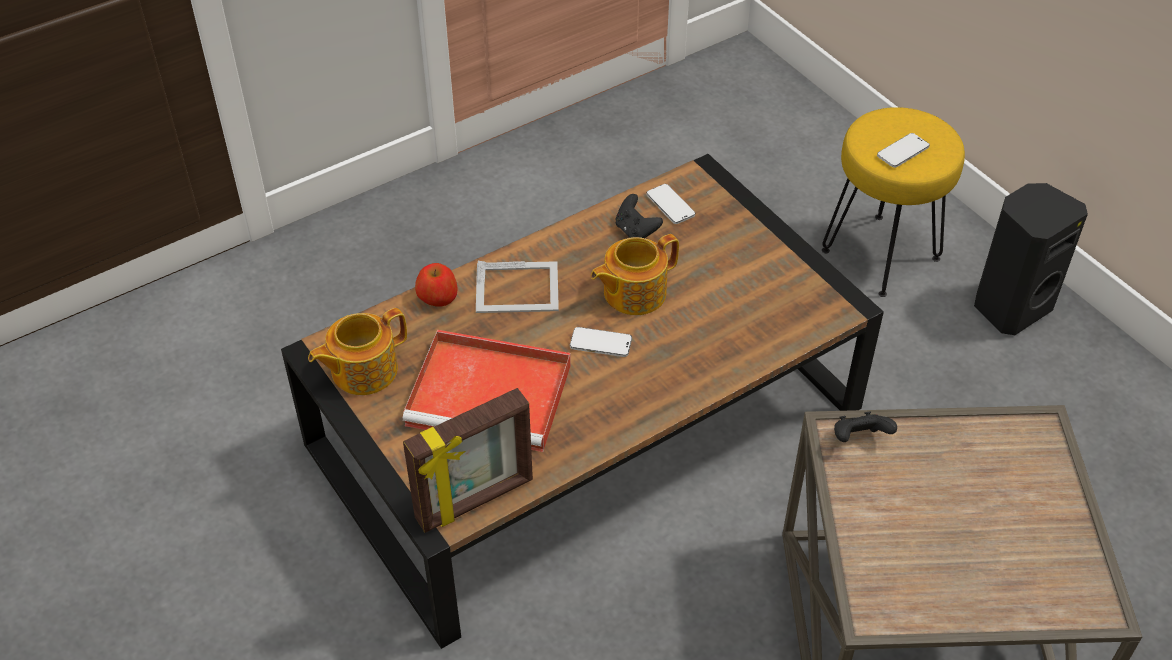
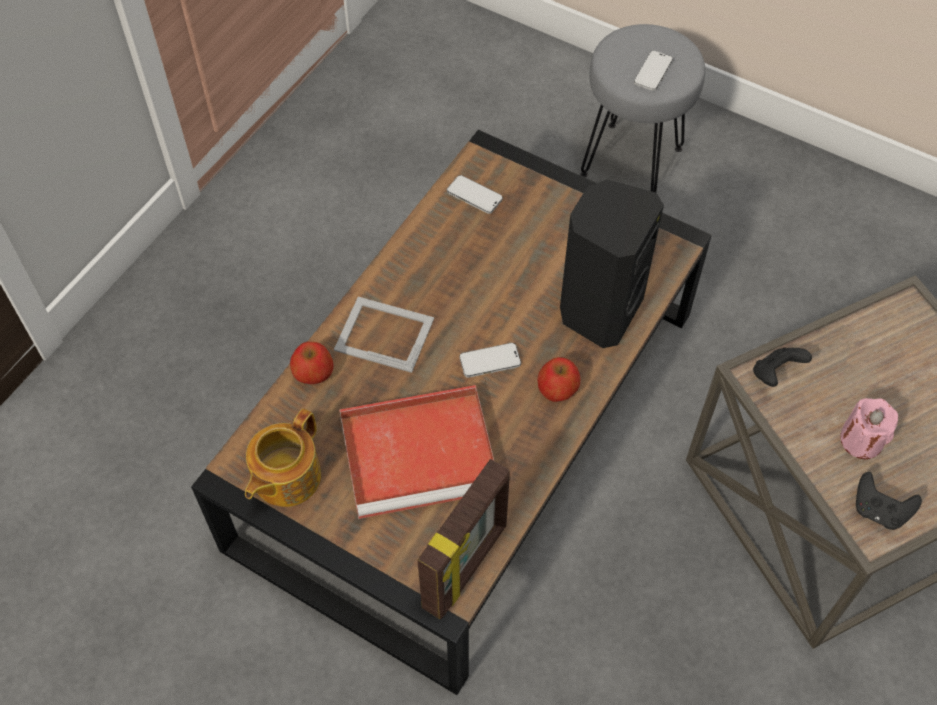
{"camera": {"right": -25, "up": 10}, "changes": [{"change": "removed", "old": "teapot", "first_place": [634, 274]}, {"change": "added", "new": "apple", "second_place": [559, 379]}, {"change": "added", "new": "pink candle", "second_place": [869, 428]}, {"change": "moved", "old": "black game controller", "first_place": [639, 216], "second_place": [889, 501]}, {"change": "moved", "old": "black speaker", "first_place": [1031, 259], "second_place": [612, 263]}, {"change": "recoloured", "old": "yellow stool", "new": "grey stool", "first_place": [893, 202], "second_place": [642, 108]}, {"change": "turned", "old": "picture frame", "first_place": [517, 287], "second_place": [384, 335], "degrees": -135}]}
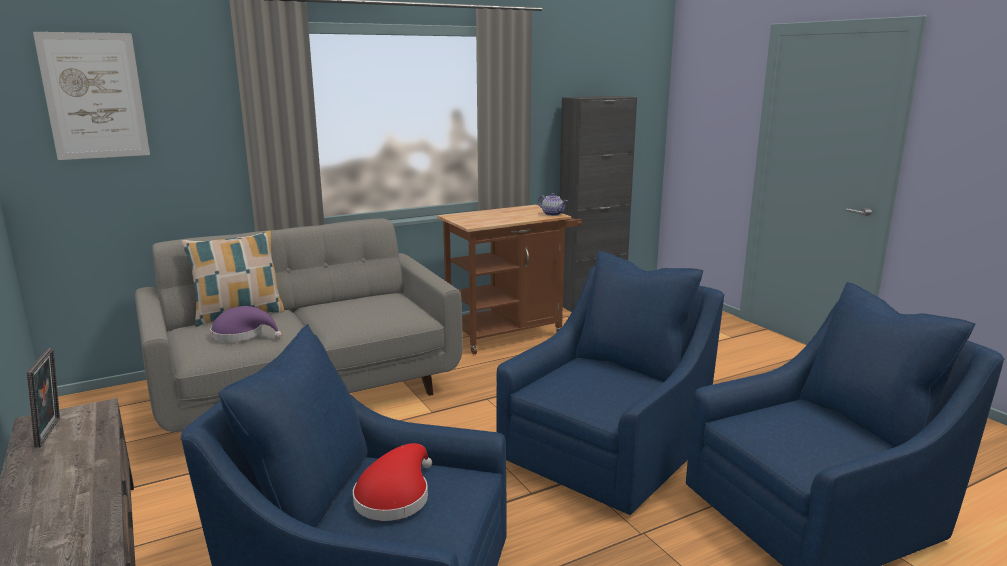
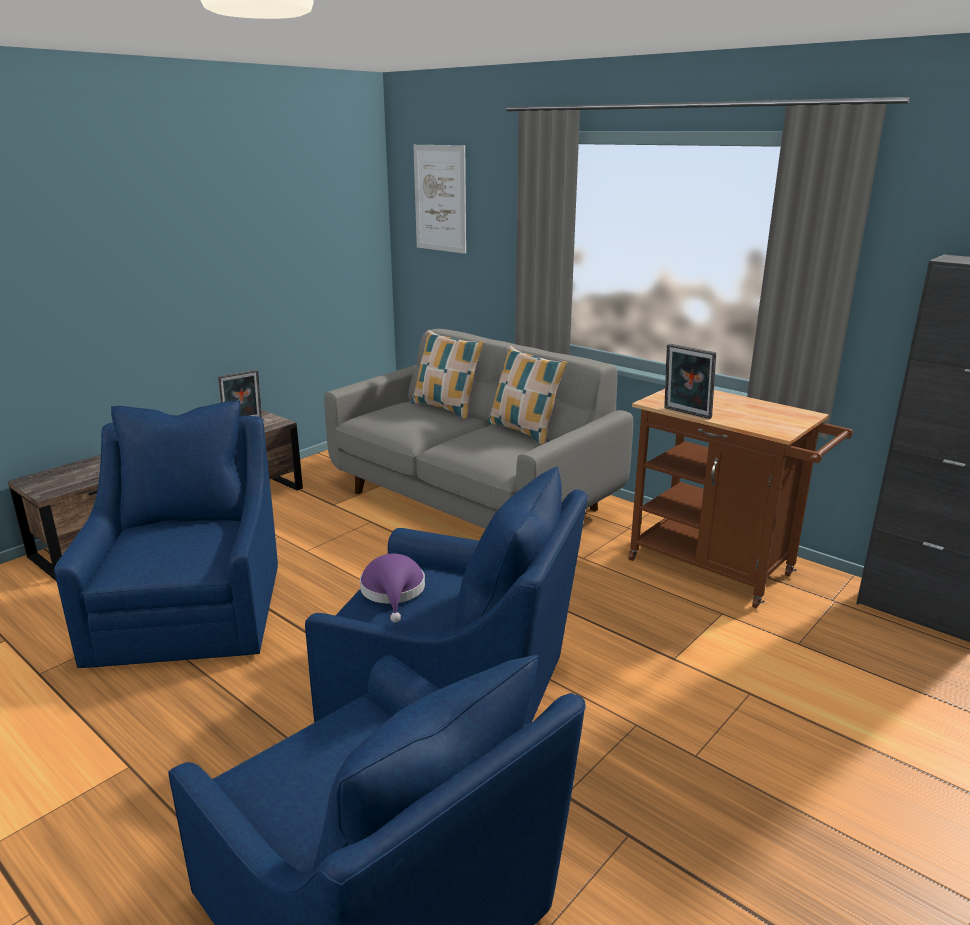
{"camera": {"right": 70, "up": 5}, "changes": [{"change": "removed", "old": "red hat", "first_place": [392, 482]}, {"change": "removed", "old": "teapot", "first_place": [553, 204]}, {"change": "added", "new": "pillow", "second_place": [527, 395]}, {"change": "added", "new": "picture frame", "second_place": [690, 381]}, {"change": "moved", "old": "purple hat", "first_place": [246, 324], "second_place": [392, 588]}]}
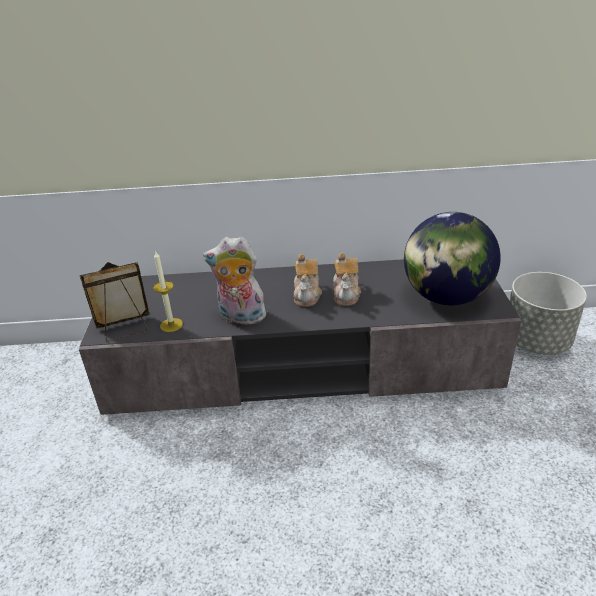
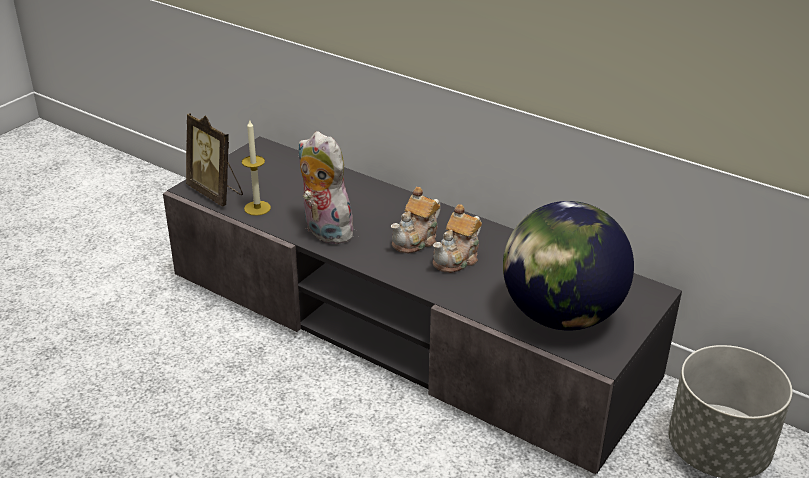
{"camera": {"right": 35, "up": 0}, "changes": [{"change": "turned", "old": "picture frame", "first_place": [115, 301], "second_place": [214, 159], "degrees": -150}]}
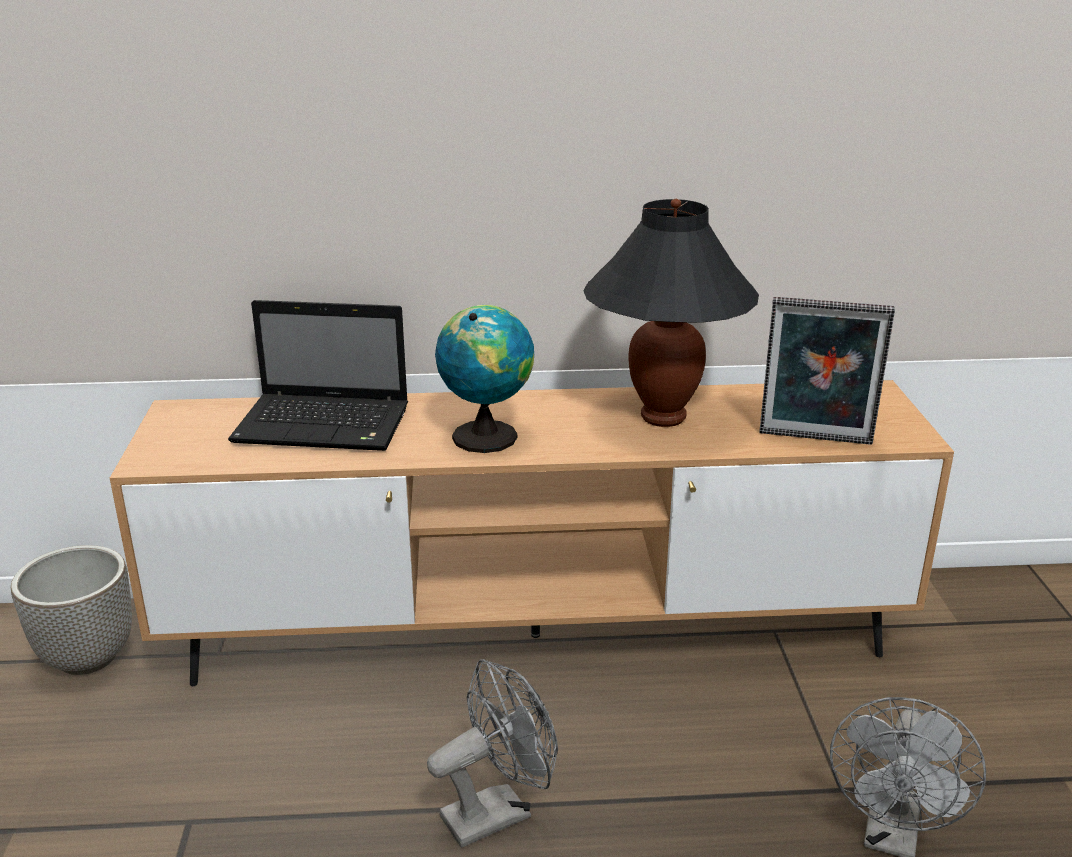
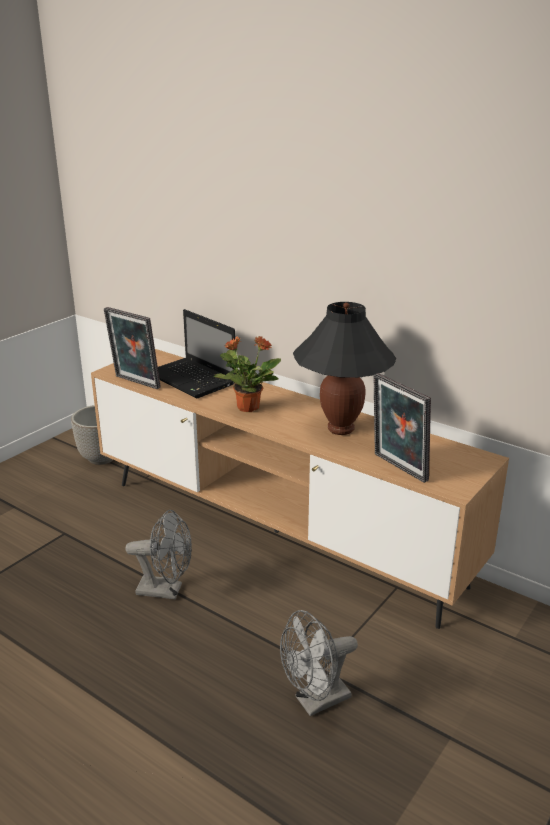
{"camera": {"right": 40, "up": 0}, "changes": [{"change": "added", "new": "picture frame", "second_place": [132, 348]}, {"change": "replaced", "old": "globe", "new": "potted plant", "first_place": [484, 379], "second_place": [247, 374]}]}
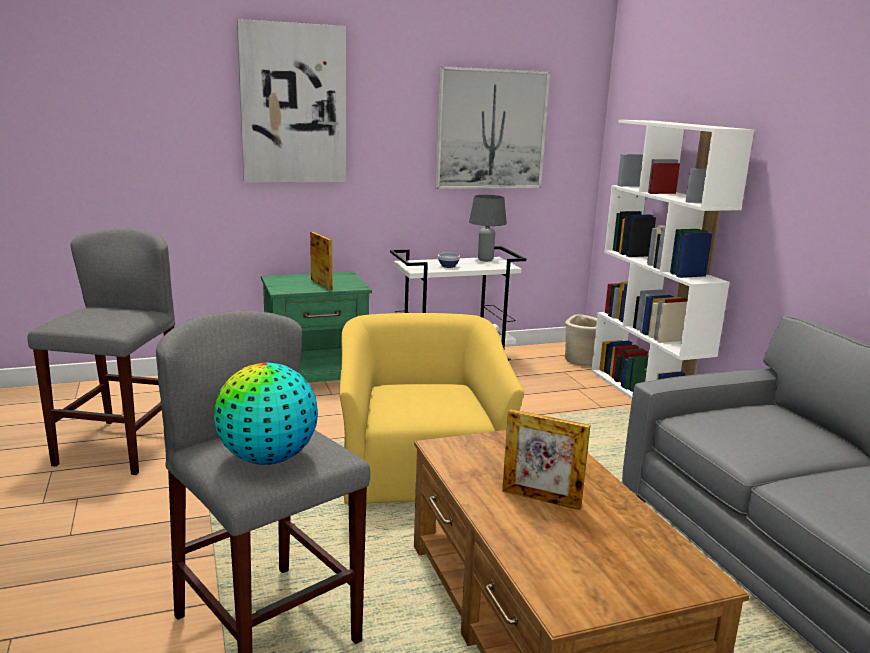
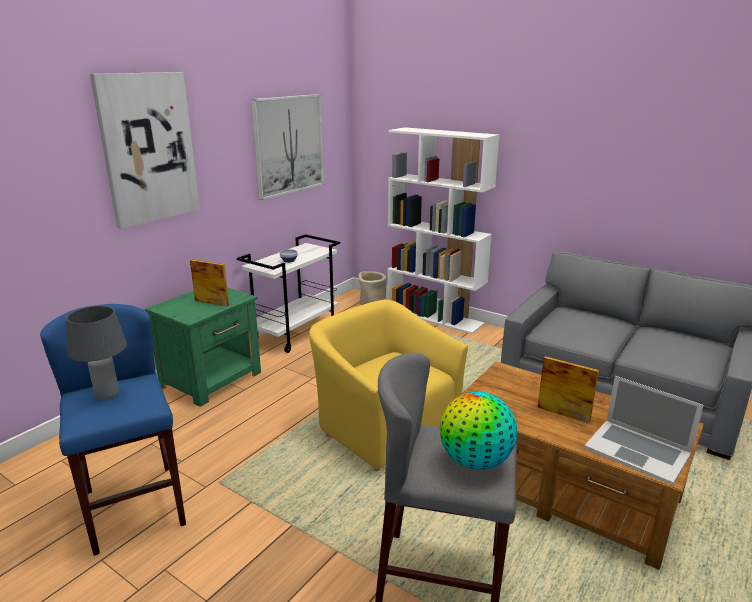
{"camera": {"right": -35, "up": 5}, "changes": [{"change": "added", "new": "laptop", "second_place": [644, 430]}, {"change": "moved", "old": "grey table lamp", "first_place": [488, 227], "second_place": [96, 353]}, {"change": "recoloured", "old": "grey stool", "new": "blue stool", "first_place": [101, 351], "second_place": [113, 430]}, {"change": "turned", "old": "picture frame", "first_place": [546, 459], "second_place": [568, 389], "degrees": -135}]}
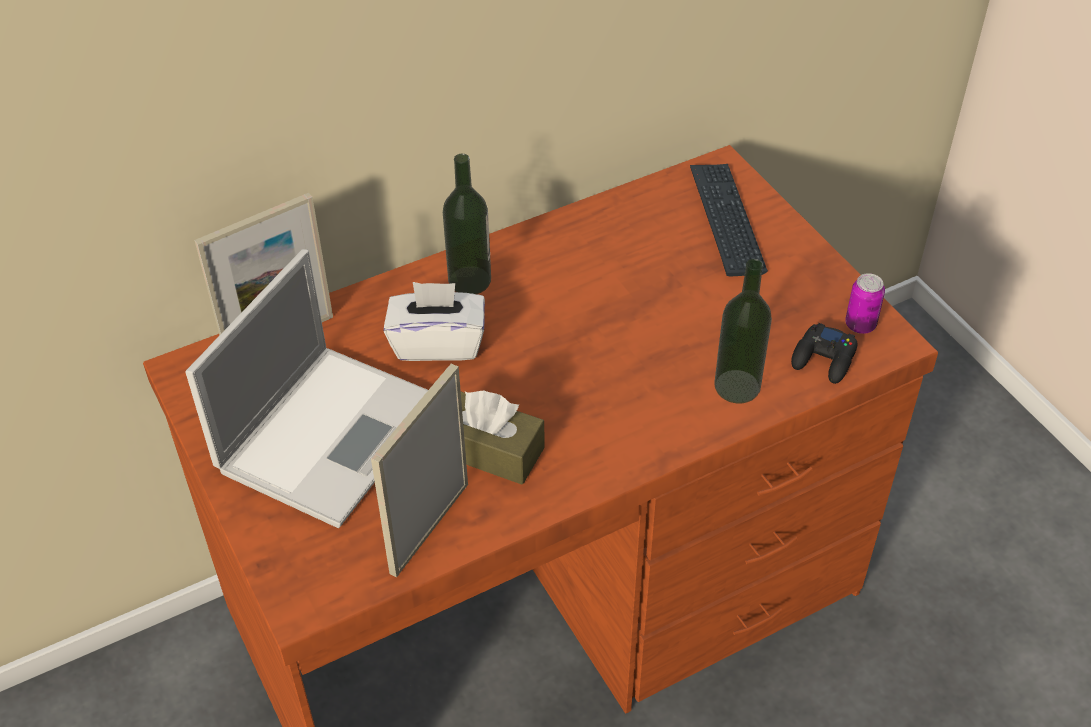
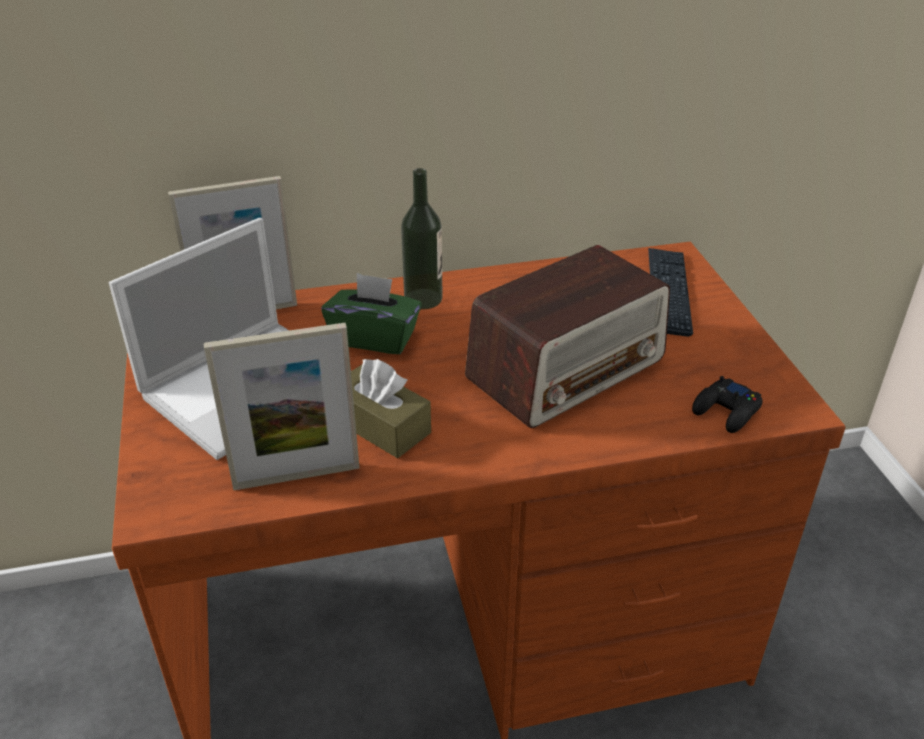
{"camera": {"right": 15, "up": -10}, "changes": [{"change": "removed", "old": "bottle", "first_place": [743, 331]}, {"change": "removed", "old": "can", "first_place": [865, 303]}, {"change": "added", "new": "radio", "second_place": [567, 336]}, {"change": "recoloured", "old": "white tissue box", "new": "green tissue box", "first_place": [434, 321], "second_place": [372, 313]}, {"change": "turned", "old": "picture frame", "first_place": [419, 471], "second_place": [282, 406], "degrees": -150}]}
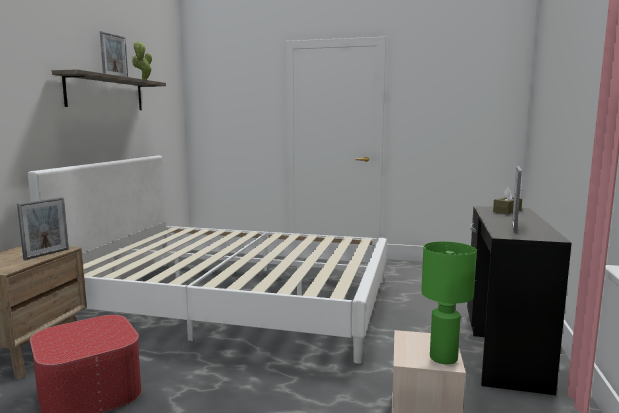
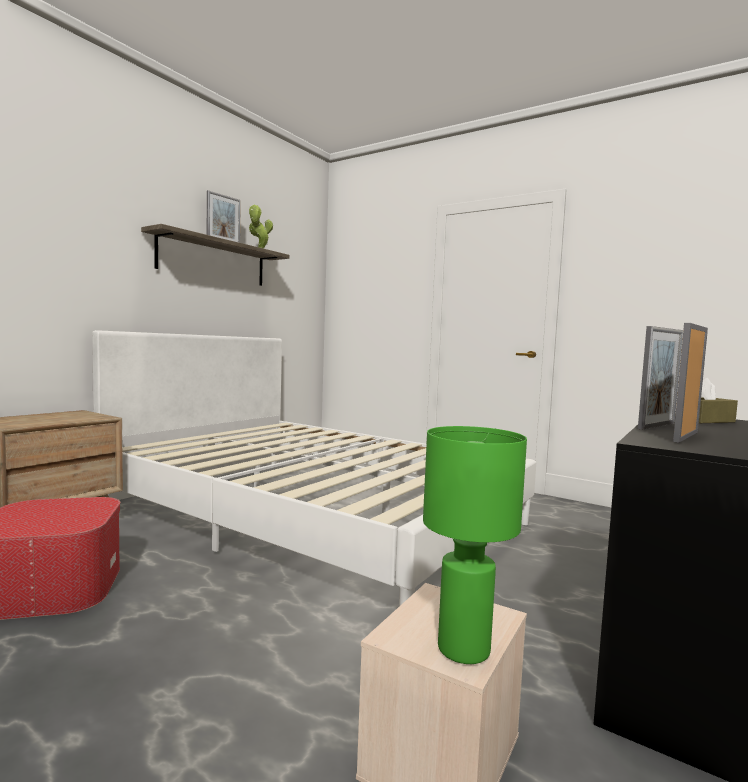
{"camera": {"right": 20, "up": -5}, "changes": [{"change": "moved", "old": "picture frame", "first_place": [43, 228], "second_place": [660, 378]}]}
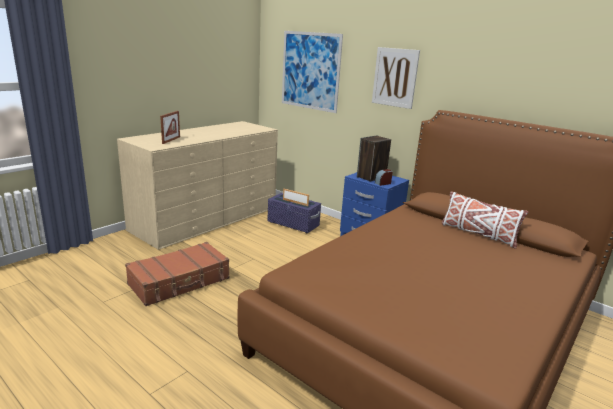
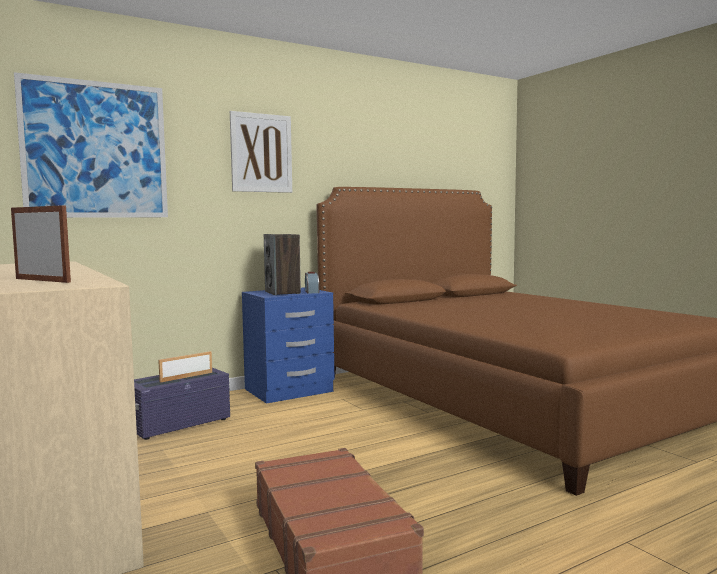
{"camera": {"right": -70, "up": -15}, "changes": [{"change": "removed", "old": "white pillow", "first_place": [485, 219]}]}
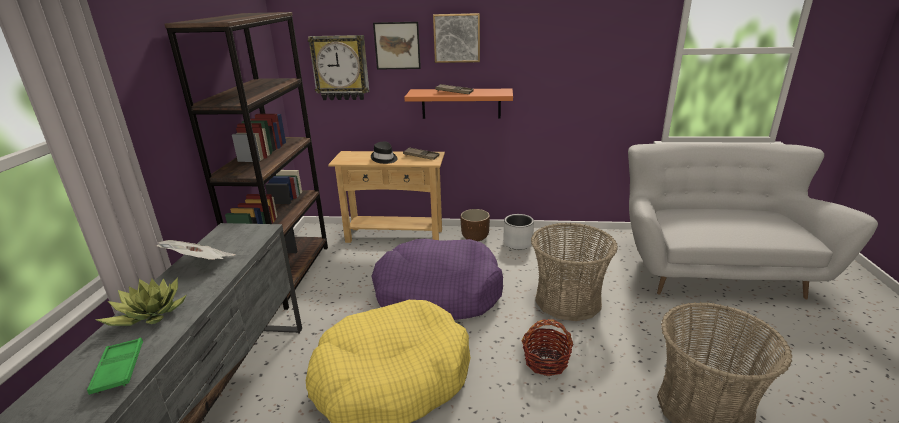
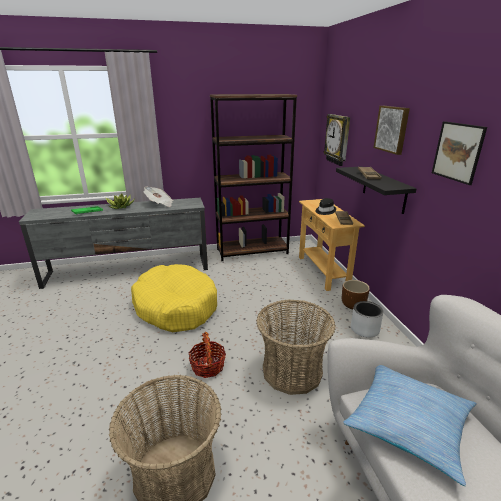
{"camera": {"right": 70, "up": 0}, "changes": [{"change": "removed", "old": "purple dog bed", "first_place": [437, 279]}, {"change": "added", "new": "pillow", "second_place": [410, 425]}, {"change": "moved", "old": "picture", "first_place": [397, 45], "second_place": [459, 153]}, {"change": "recoloured", "old": "orange shelf", "new": "black shelf", "first_place": [458, 104], "second_place": [376, 190]}]}
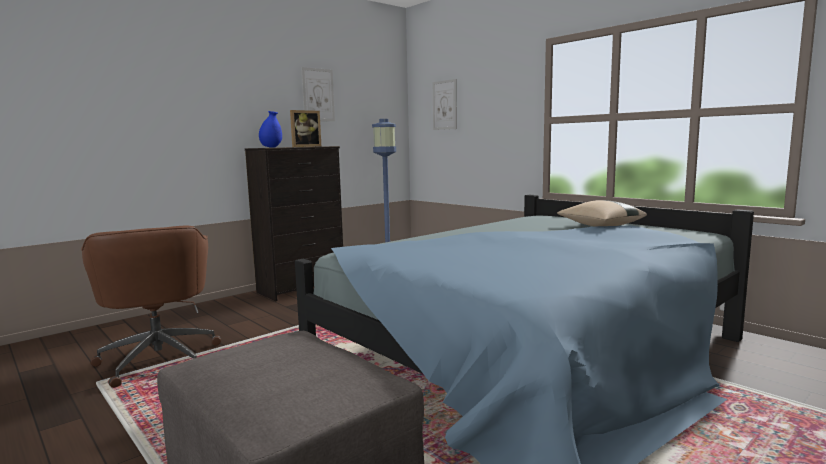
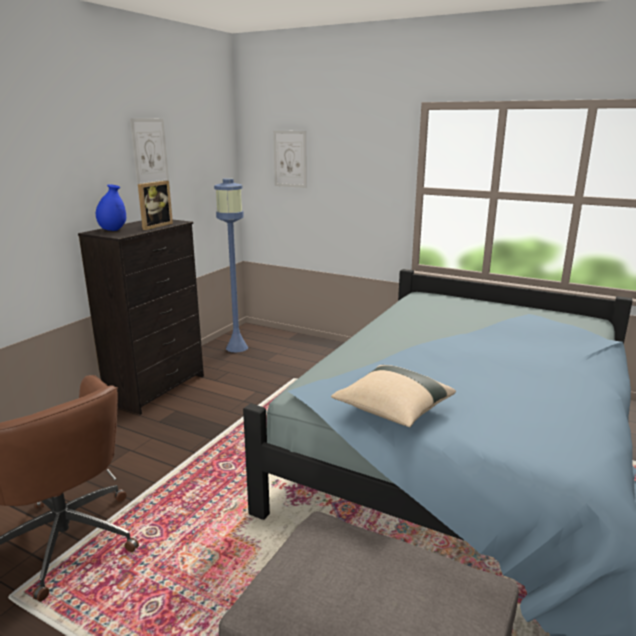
{"camera": {"right": -20, "up": 10}, "changes": [{"change": "moved", "old": "beige pillow", "first_place": [602, 213], "second_place": [393, 396]}]}
